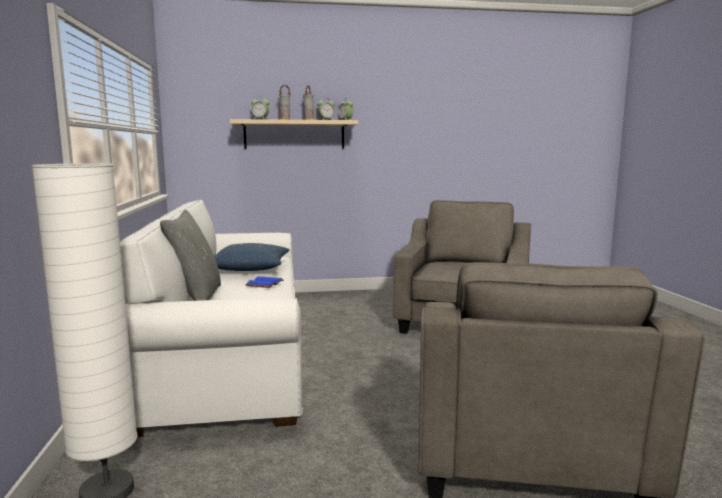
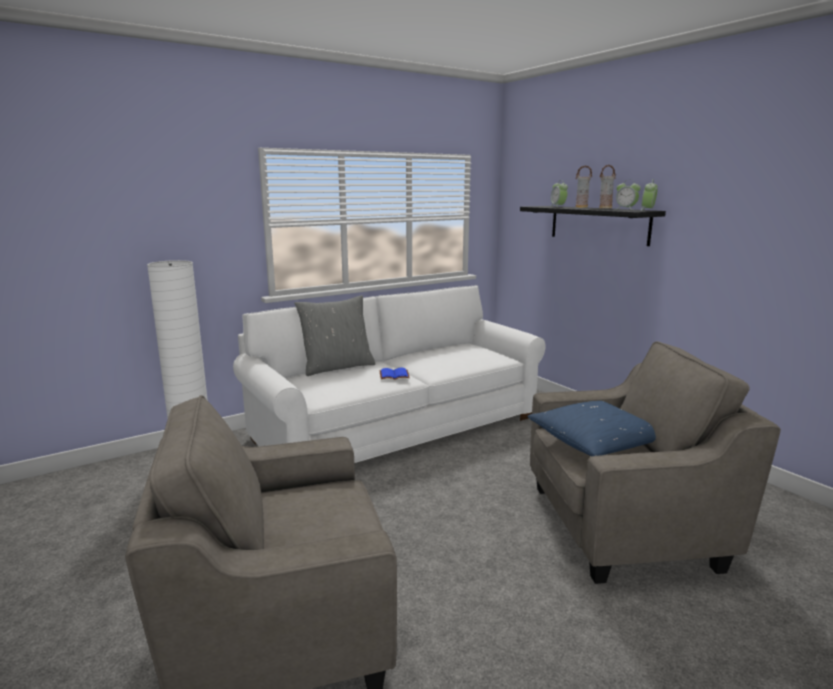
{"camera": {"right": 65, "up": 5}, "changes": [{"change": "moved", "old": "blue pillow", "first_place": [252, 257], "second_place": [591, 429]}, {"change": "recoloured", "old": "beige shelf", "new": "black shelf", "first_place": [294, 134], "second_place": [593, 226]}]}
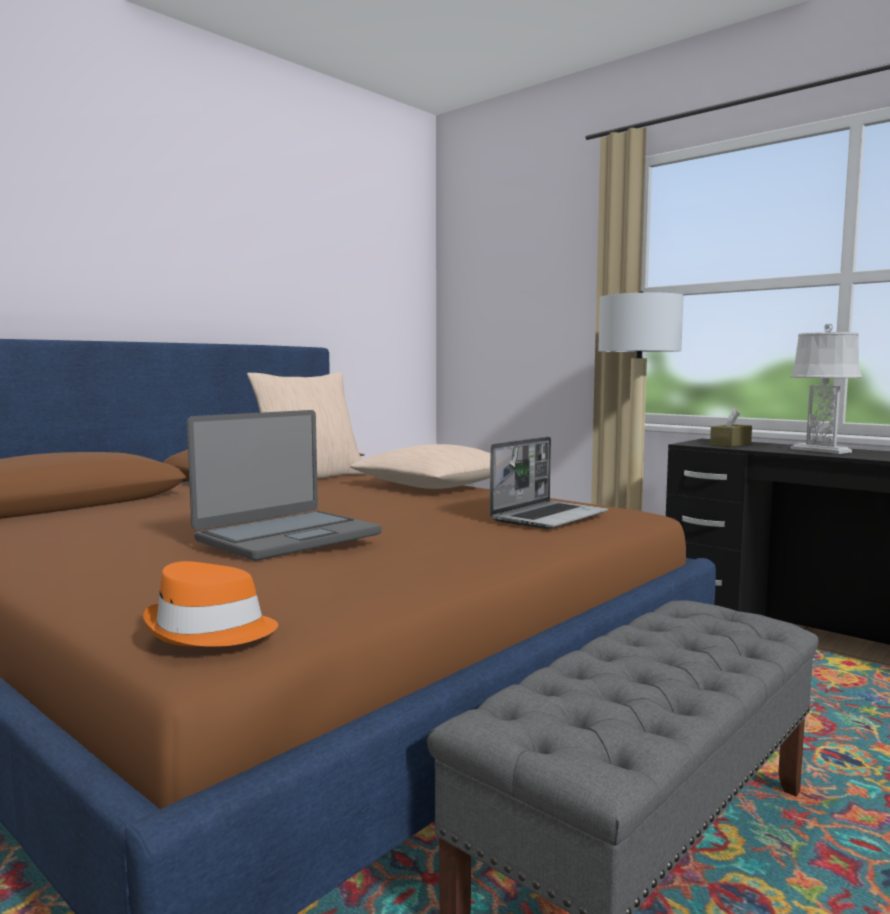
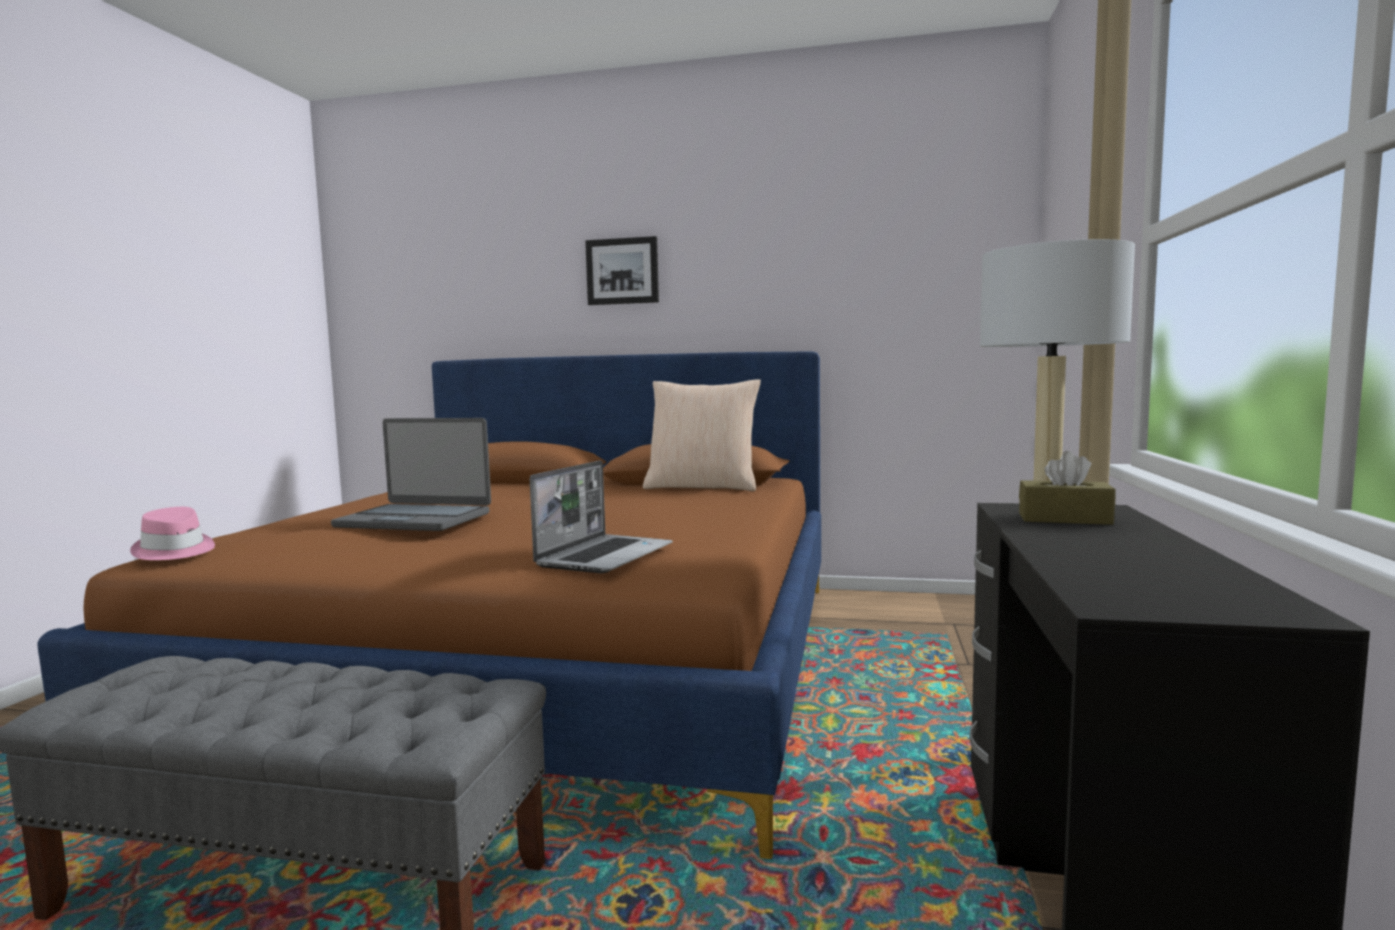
{"camera": {"right": 60, "up": 0}, "changes": [{"change": "removed", "old": "beige pillow", "first_place": [420, 466]}, {"change": "removed", "old": "grey table lamp", "first_place": [826, 389]}, {"change": "added", "new": "picture", "second_place": [622, 270]}, {"change": "recoloured", "old": "orange hat", "new": "pink hat", "first_place": [210, 604], "second_place": [172, 533]}, {"change": "turned", "old": "laptop", "first_place": [549, 482], "second_place": [601, 516], "degrees": -75}]}
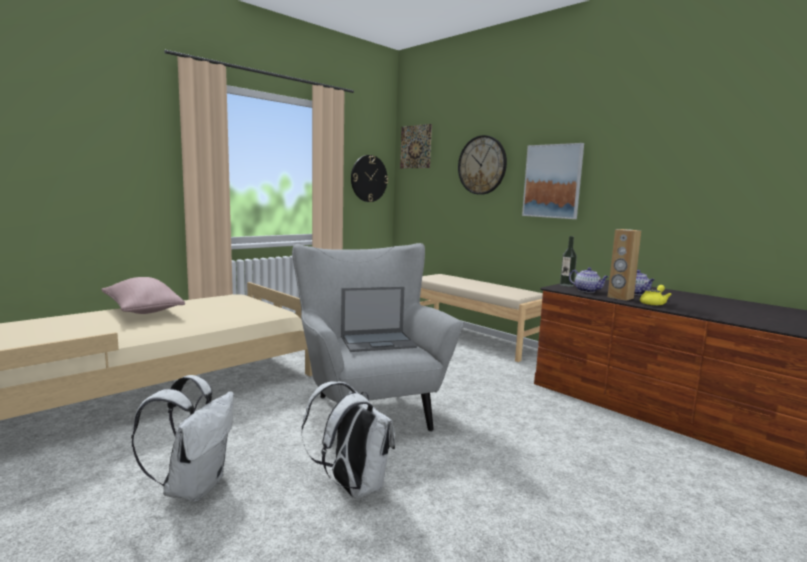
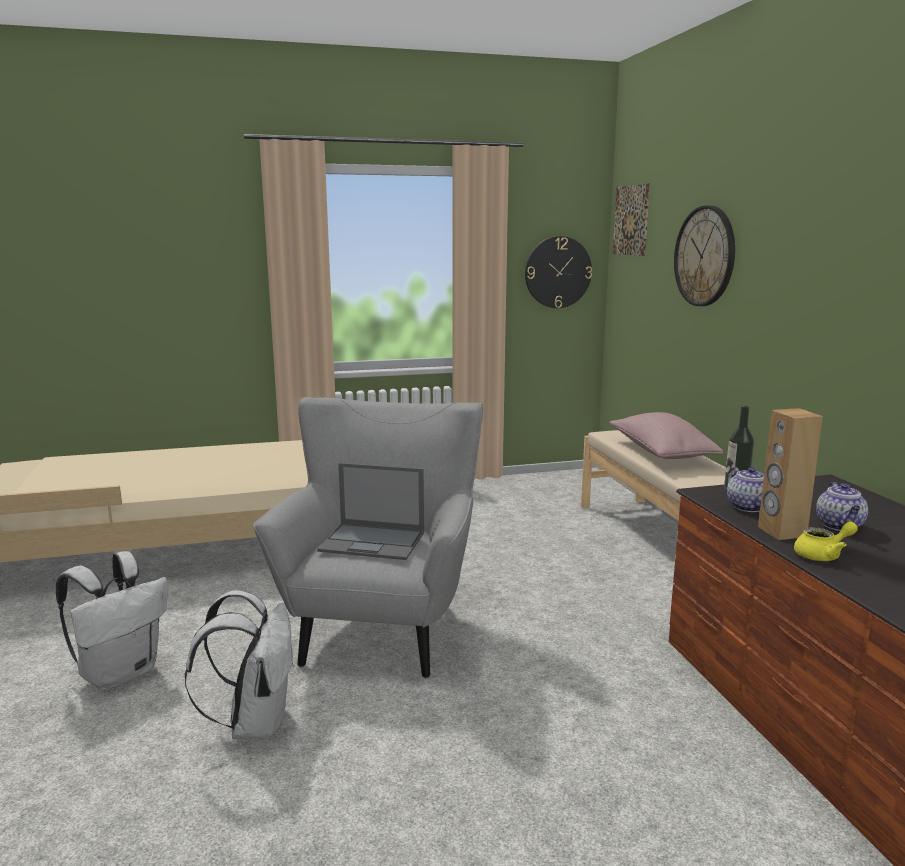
{"camera": {"right": 30, "up": 5}, "changes": [{"change": "removed", "old": "picture", "first_place": [553, 181]}, {"change": "moved", "old": "pink pillow", "first_place": [143, 295], "second_place": [666, 435]}]}
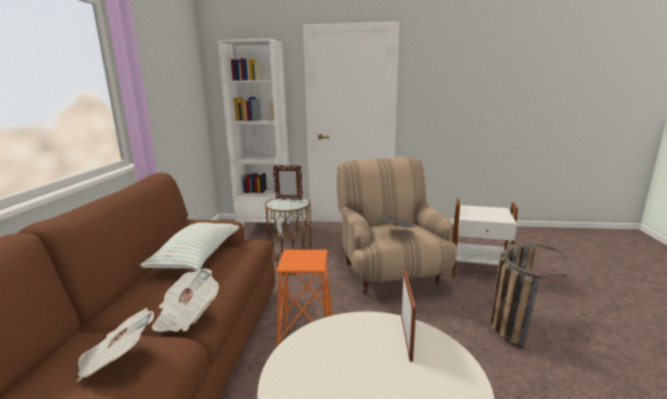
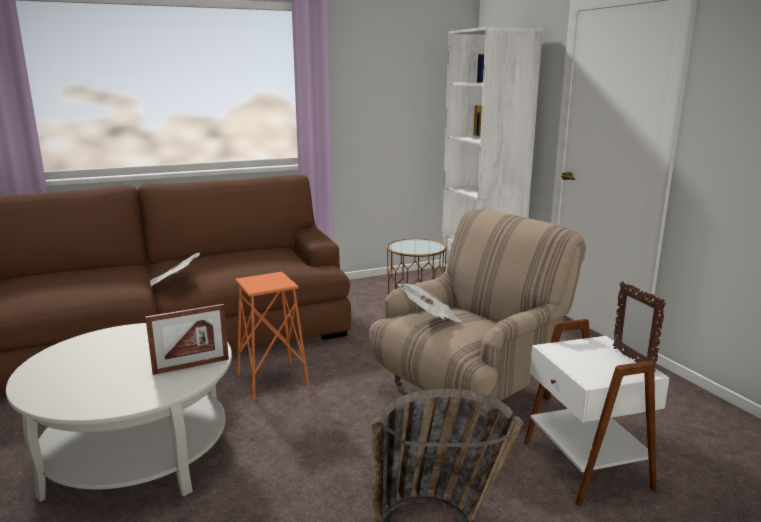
{"camera": {"right": 60, "up": 0}, "changes": [{"change": "removed", "old": "newspaper", "first_place": [115, 345]}, {"change": "removed", "old": "pillow", "first_place": [189, 246]}, {"change": "moved", "old": "picture frame", "first_place": [288, 183], "second_place": [639, 326]}]}
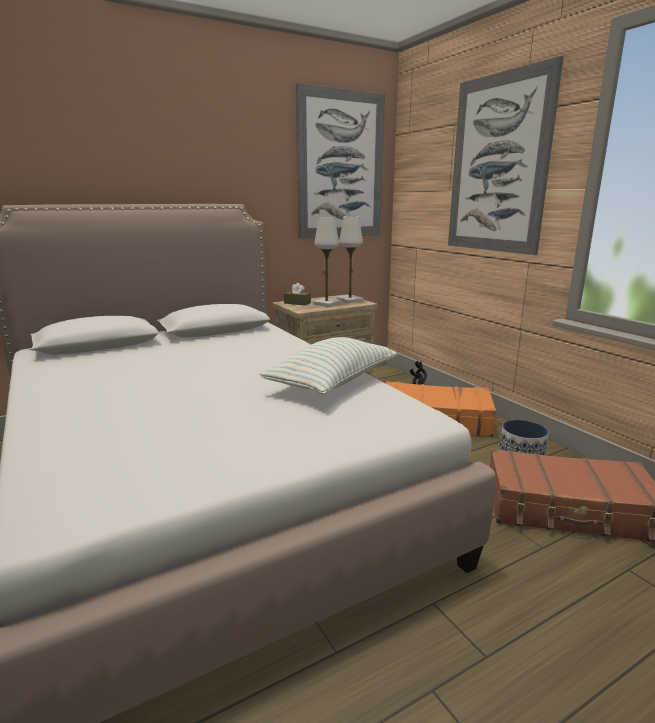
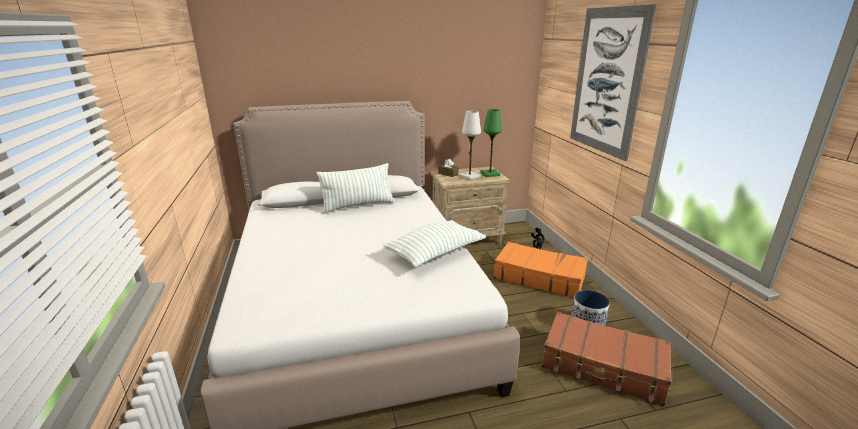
{"camera": {"right": 15, "up": 5}, "changes": [{"change": "removed", "old": "picture", "first_place": [340, 161]}, {"change": "added", "new": "pillow", "second_place": [355, 188]}, {"change": "recoloured", "old": "white table lamp", "new": "green table lamp", "first_place": [350, 259], "second_place": [491, 143]}]}
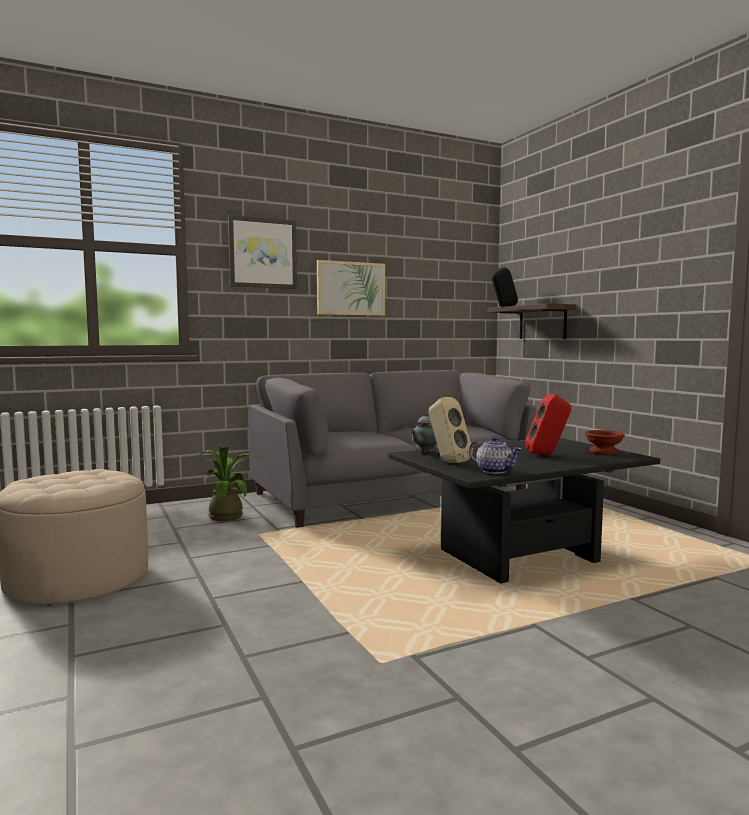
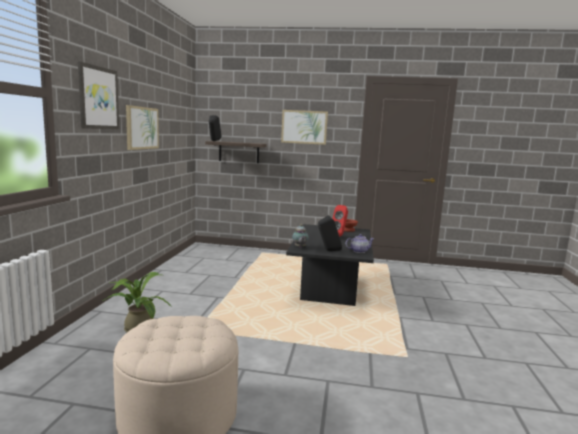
{"camera": {"right": -55, "up": 5}, "changes": [{"change": "removed", "old": "grey sofa", "first_place": [392, 449]}, {"change": "added", "new": "picture", "second_place": [304, 127]}, {"change": "recoloured", "old": "beige speaker", "new": "black speaker", "first_place": [451, 430], "second_place": [330, 233]}]}
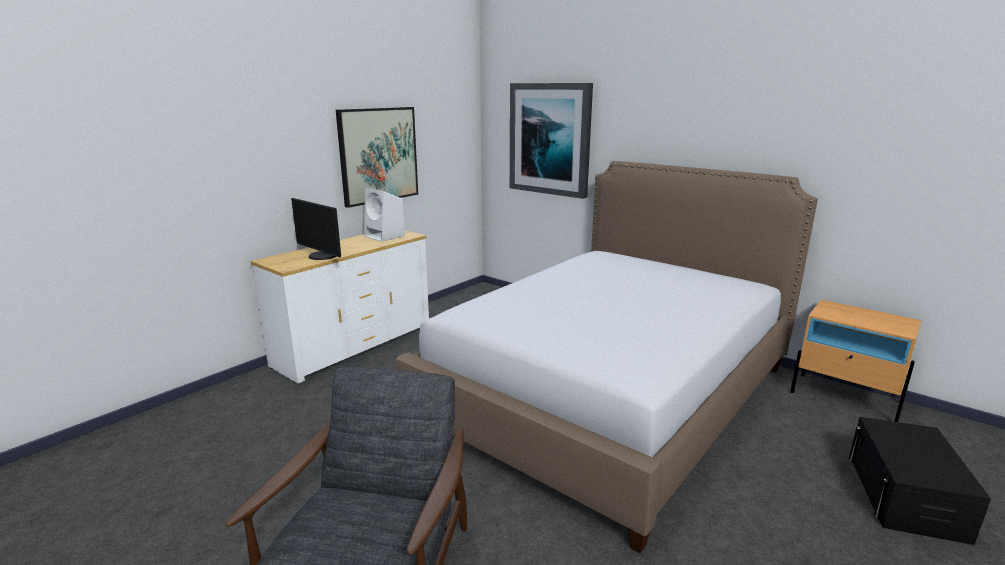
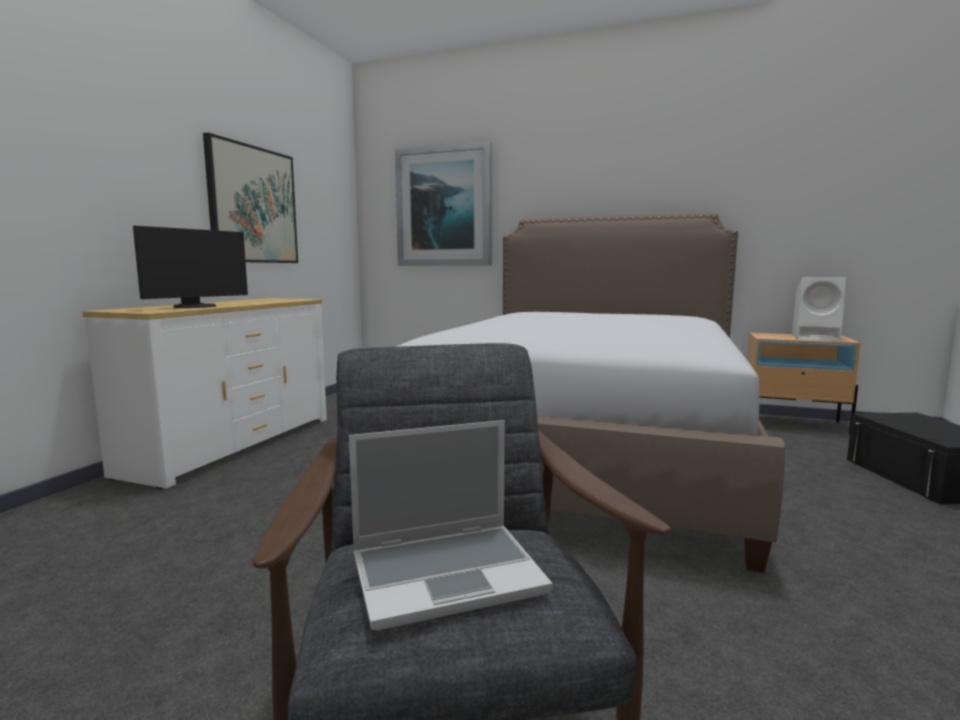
{"camera": {"right": -20, "up": -10}, "changes": [{"change": "added", "new": "laptop", "second_place": [451, 525]}, {"change": "moved", "old": "white speaker", "first_place": [384, 215], "second_place": [819, 309]}, {"change": "turned", "old": "monitor", "first_place": [316, 229], "second_place": [190, 267], "degrees": -75}]}
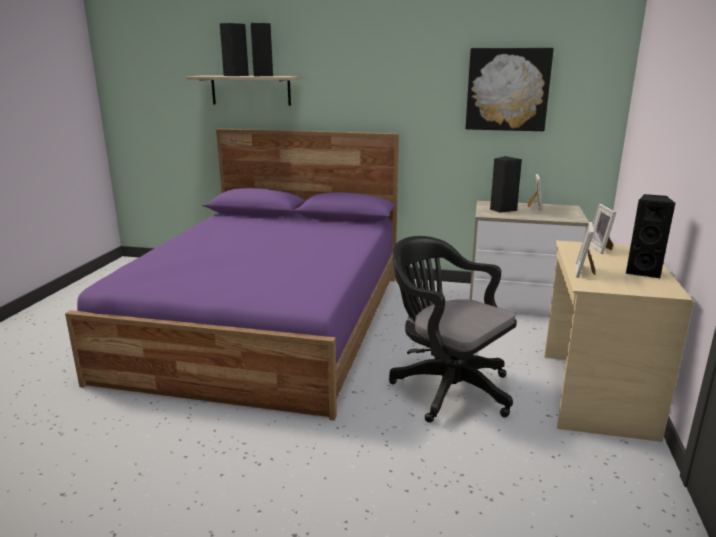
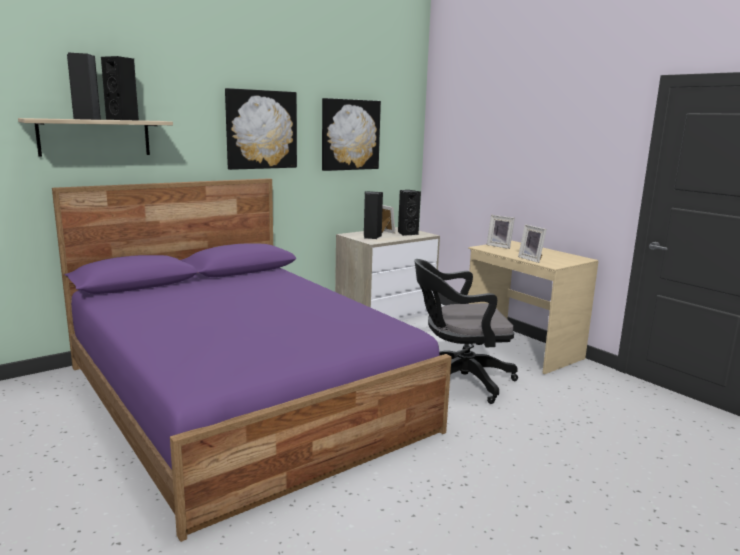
{"camera": {"right": -50, "up": -5}, "changes": [{"change": "added", "new": "picture", "second_place": [261, 129]}, {"change": "moved", "old": "black speaker", "first_place": [650, 236], "second_place": [409, 213]}]}
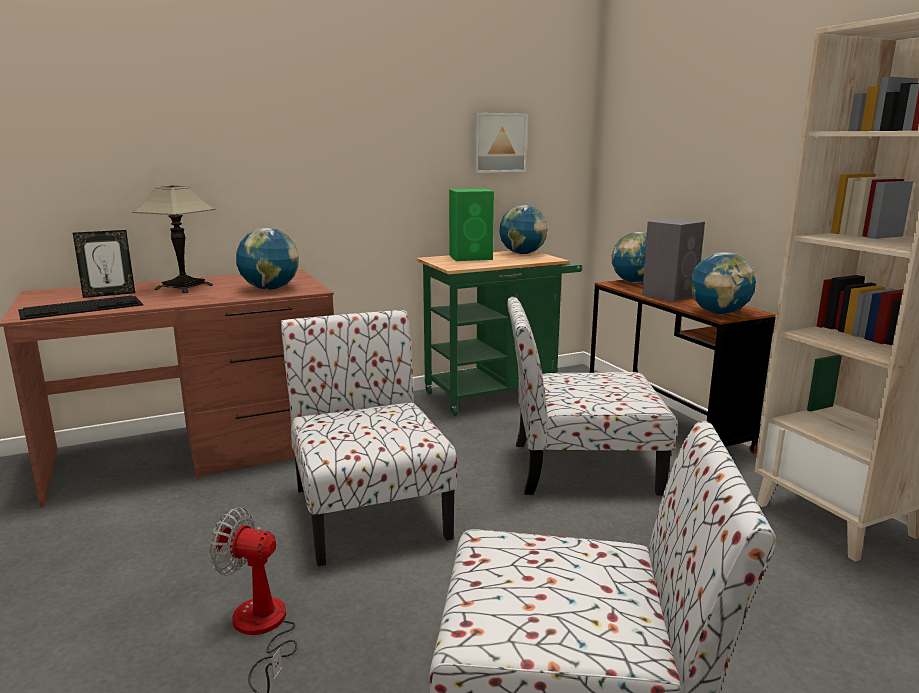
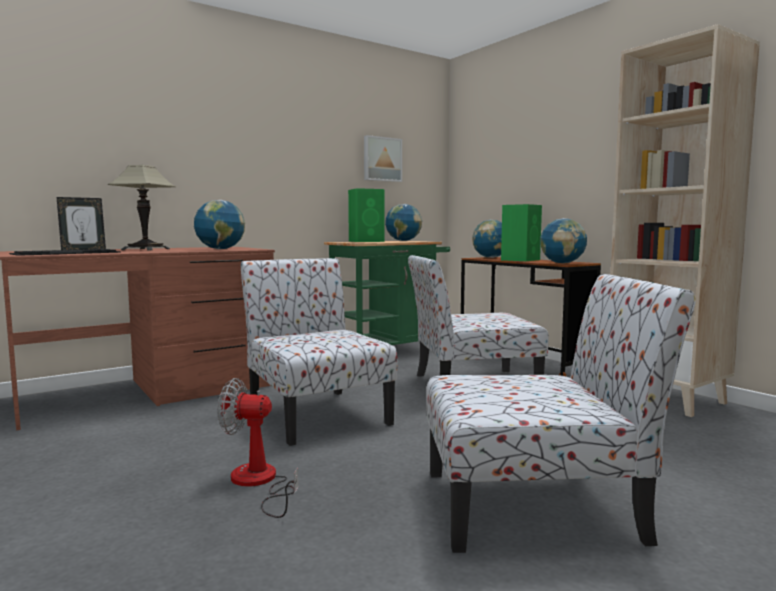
{"camera": {"right": -10, "up": -10}, "changes": [{"change": "recoloured", "old": "grey speaker", "new": "green speaker", "first_place": [673, 260], "second_place": [521, 232]}]}
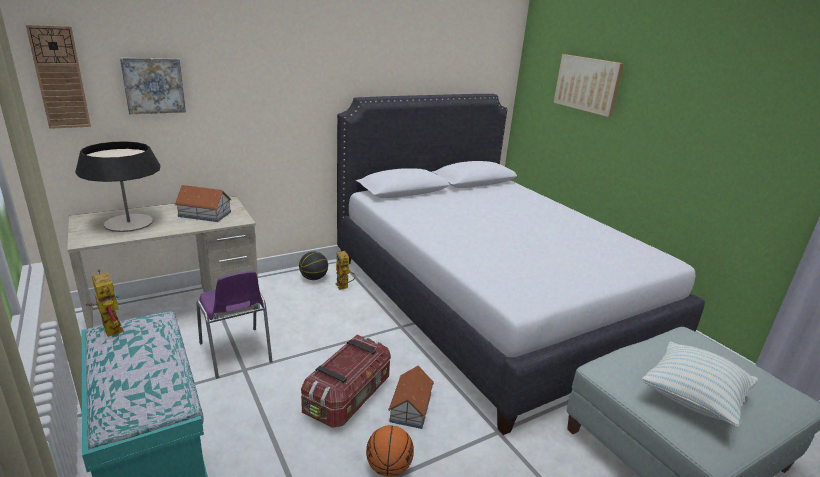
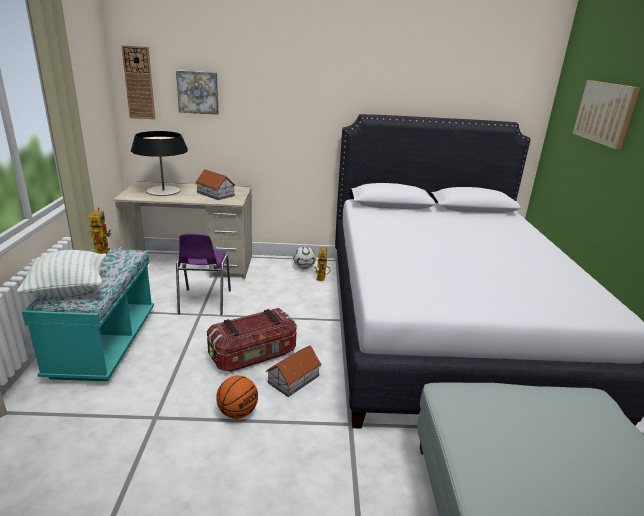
{"camera": {"right": 30, "up": 0}, "changes": [{"change": "moved", "old": "pillow", "first_place": [700, 384], "second_place": [61, 273]}, {"change": "replaced", "old": "basketball", "new": "football", "first_place": [313, 266], "second_place": [304, 257]}]}
